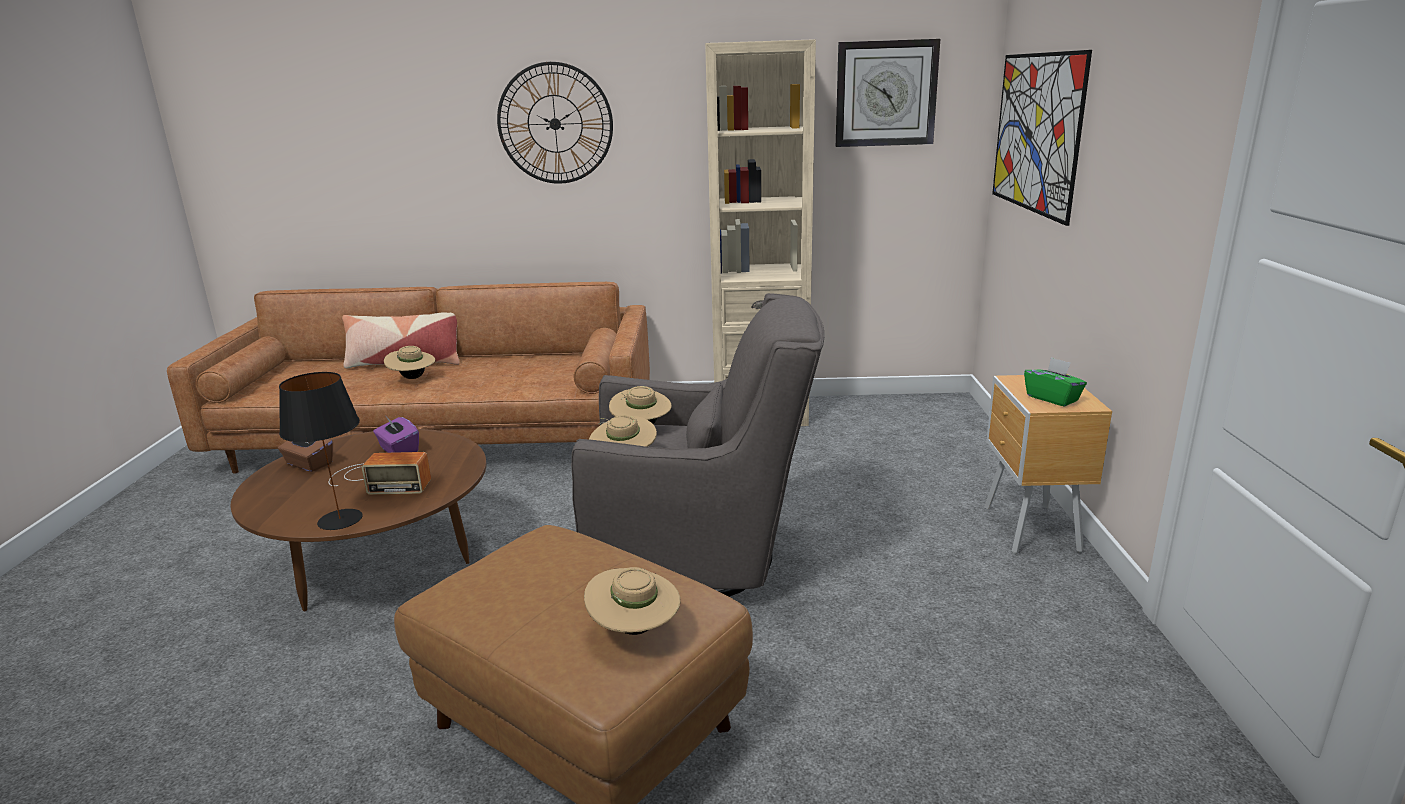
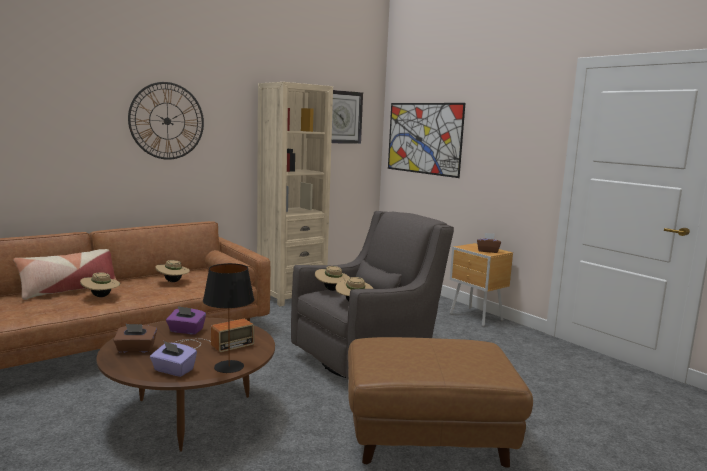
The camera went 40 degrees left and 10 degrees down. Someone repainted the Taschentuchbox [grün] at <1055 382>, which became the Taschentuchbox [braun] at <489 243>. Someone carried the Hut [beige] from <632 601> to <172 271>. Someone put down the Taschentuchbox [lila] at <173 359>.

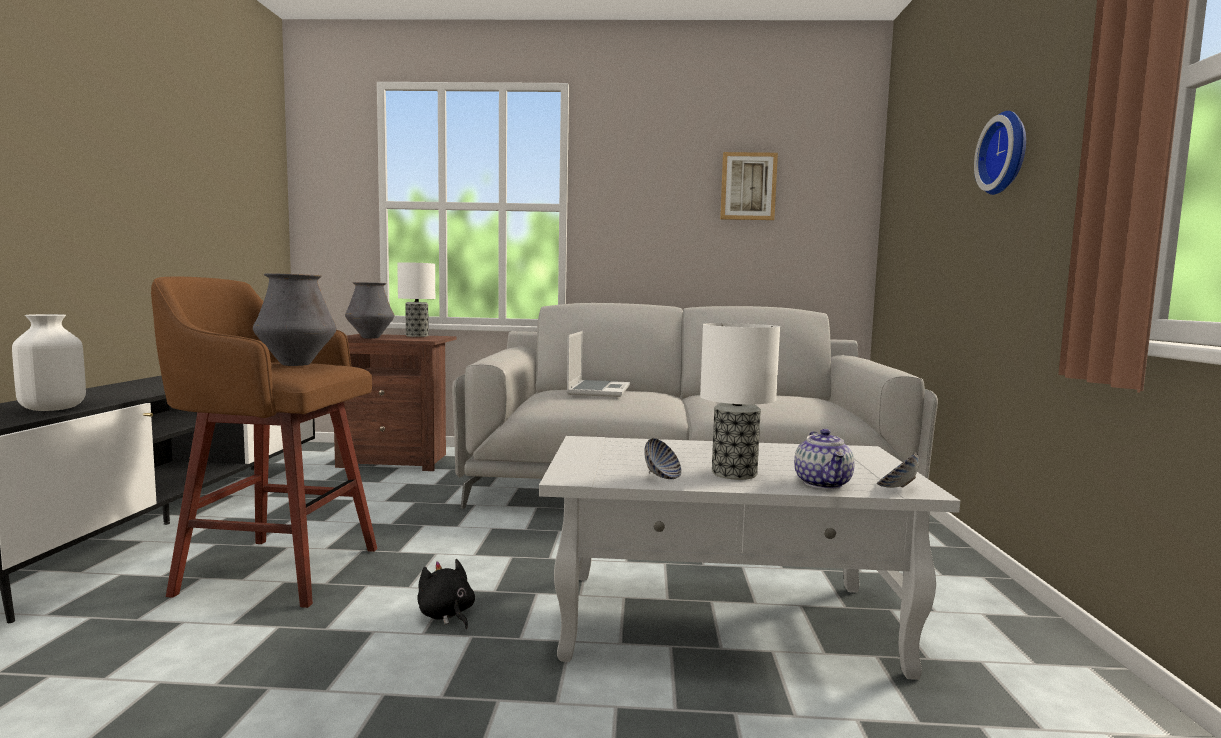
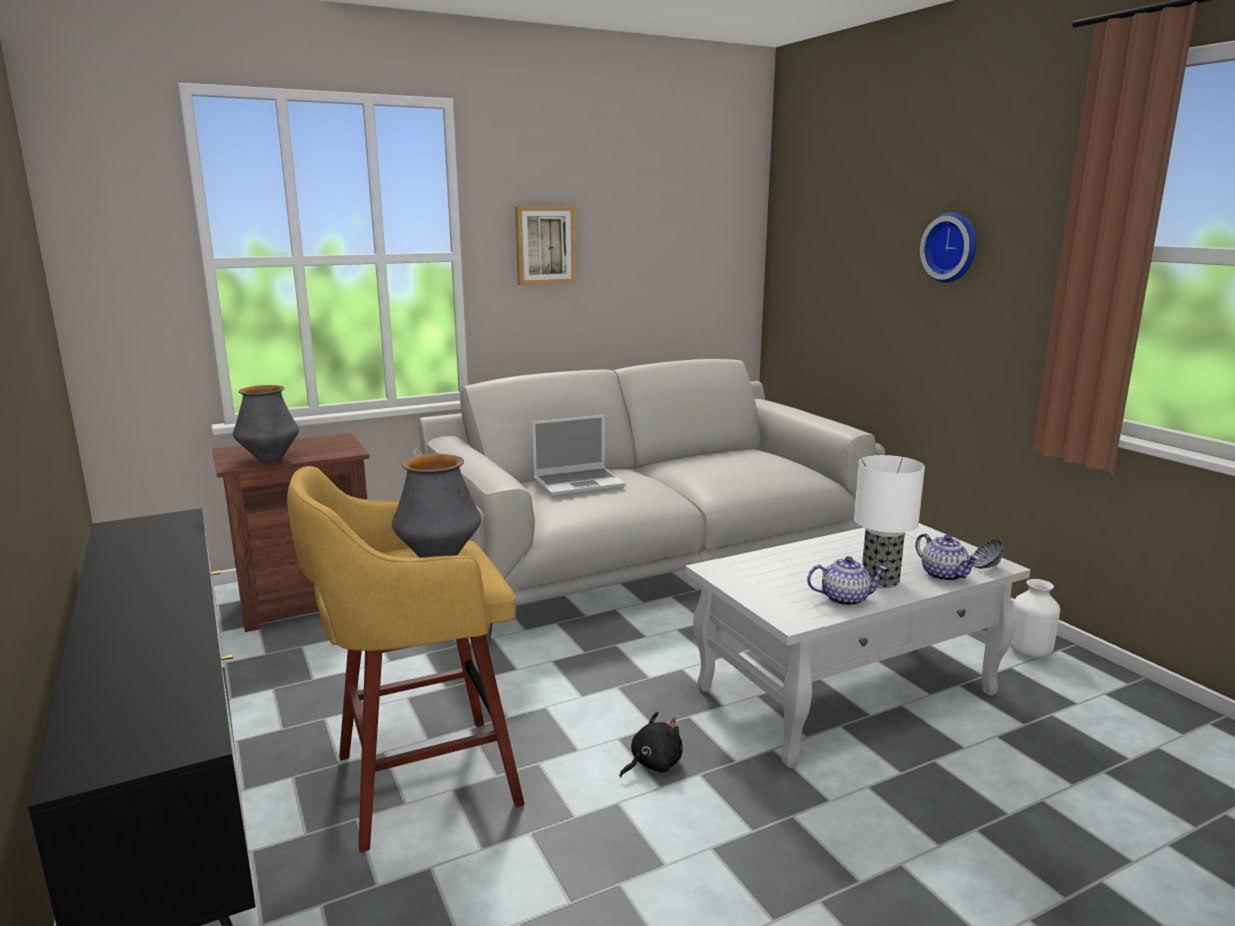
The camera went 30 degrees left and 10 degrees up. Someone carried the Bild from <749 186> to <545 245>. Someone took away the Tischlampe at <416 299>. Someone repainted the Hocker [braun] at <264 442>, which became the Hocker [gelb] at <406 659>. Someone carried the Vase [weiß] from <49 362> to <1035 618>. Someone rotated the Laptop at <598 364> by 90 degrees clockwise. Someone swapped the Schüssel at <663 458> for the Teekanne at <847 581>. Someone rotated the Plüschtier [schwarz] at <446 594> by 120 degrees clockwise.

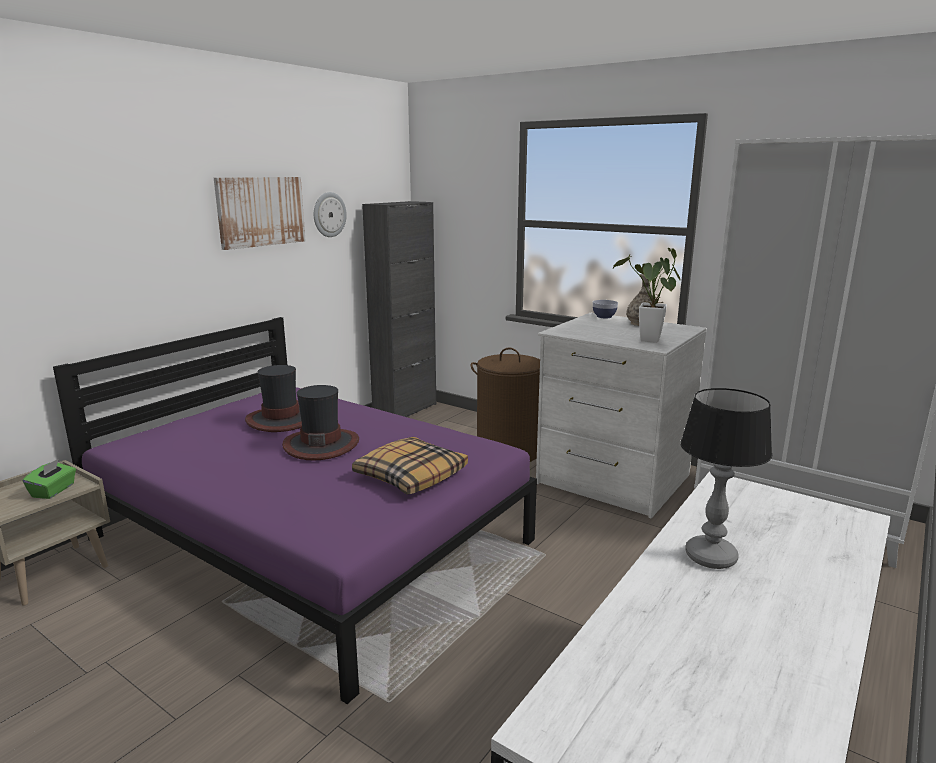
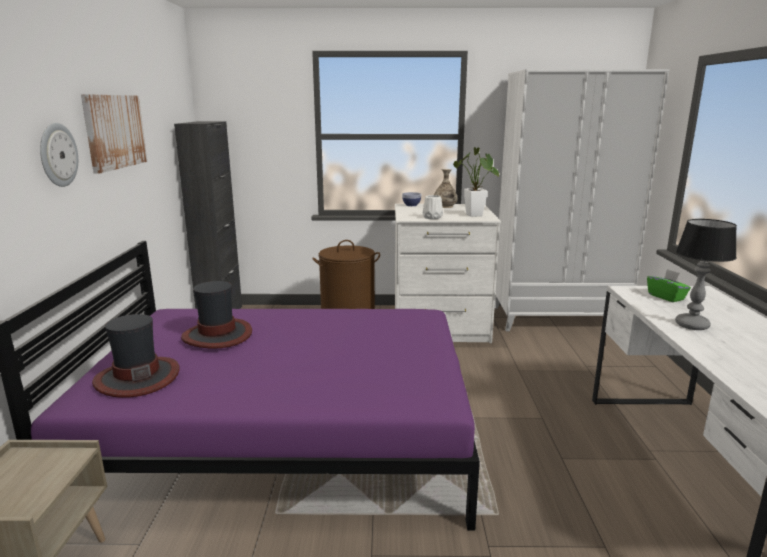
The camera went 35 degrees left and 0 degrees up. Someone carried the Wanduhr from <330 214> to <59 155>. Someone carried the Hut from <320 423> to <136 356>. Someone took away the Kissen at <410 466>. Someone carried the Taschentuchbox [grün] from <49 479> to <669 285>. Someone put down the Vase [weiß] at <433 207>.

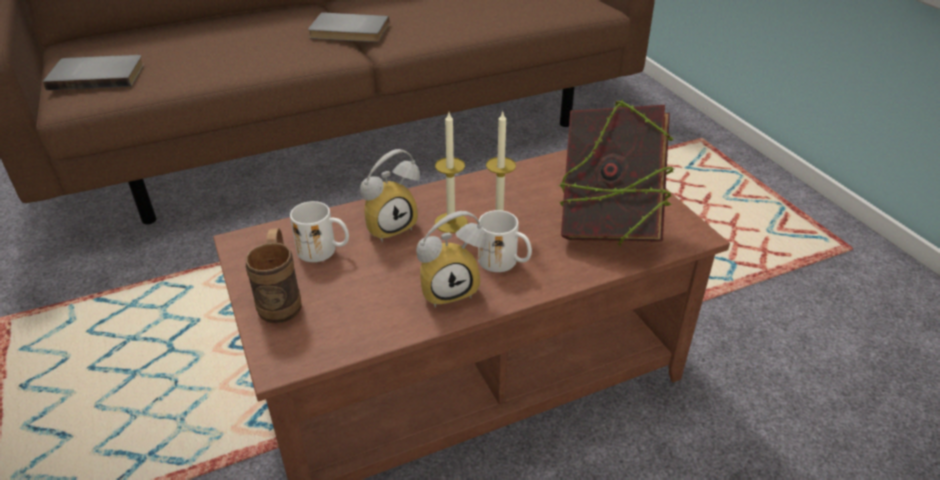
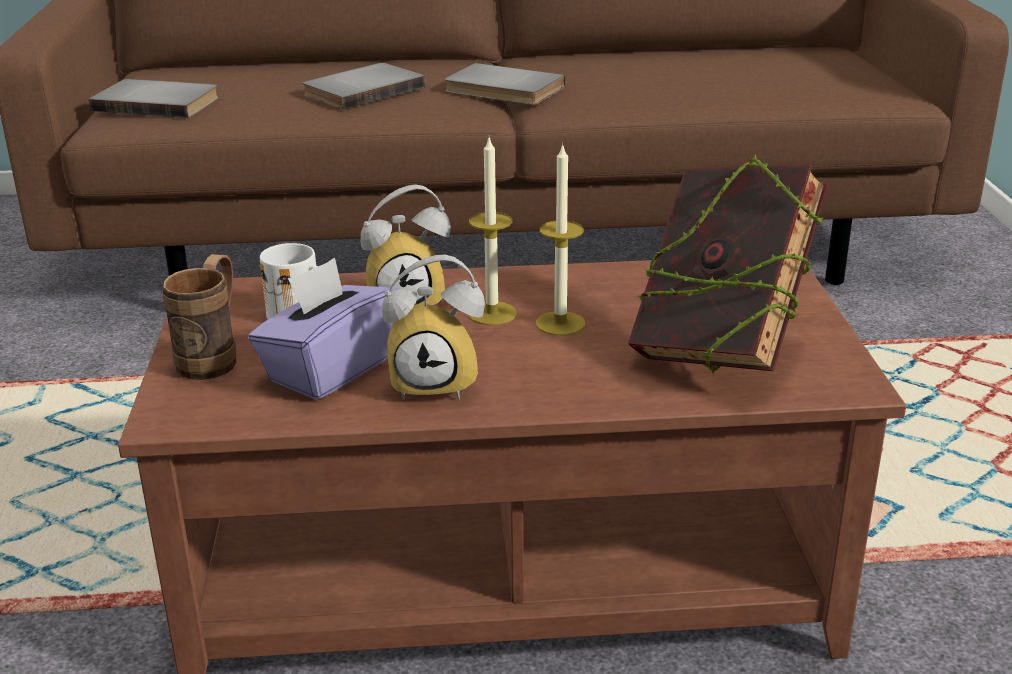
The camera went 20 degrees right and 10 degrees down. Someone took away the Henkelbecher [weiß] at <505 241>. Someone put down the Buch [grau] at <364 86>. Someone put down the Taschentuchbox [lila] at <324 329>.

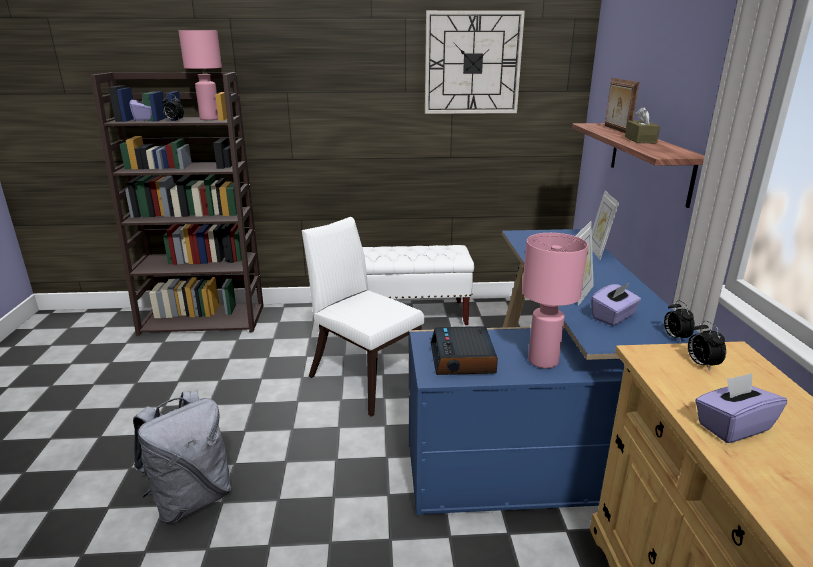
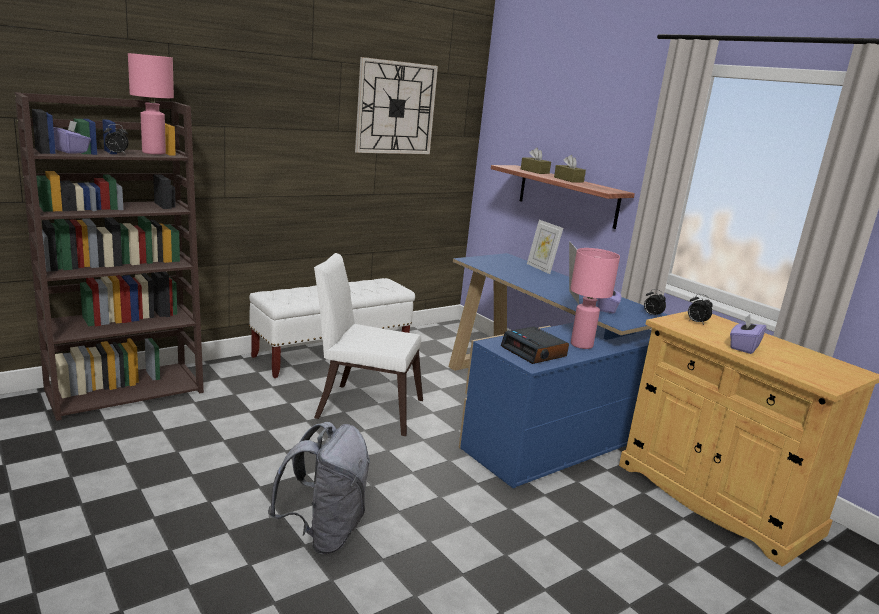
The camera went 35 degrees left and 5 degrees down. Someone swapped the Bilderrahmen at <622 105> for the Taschentuchbox [braun] at <536 161>.

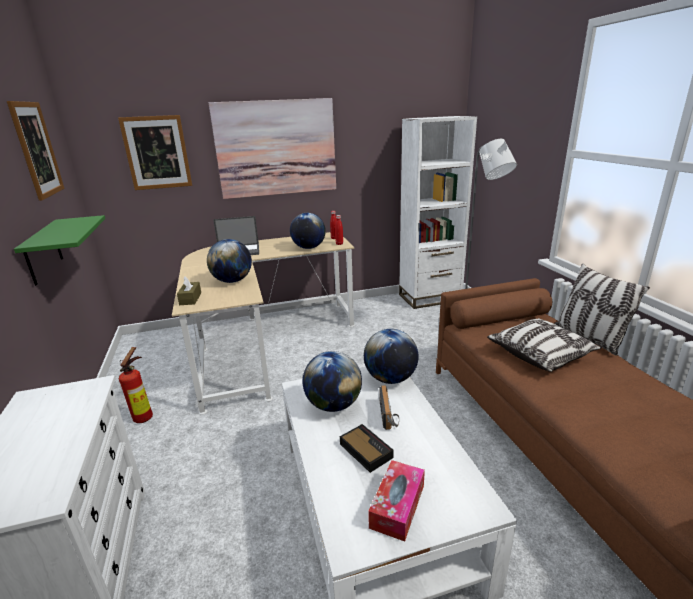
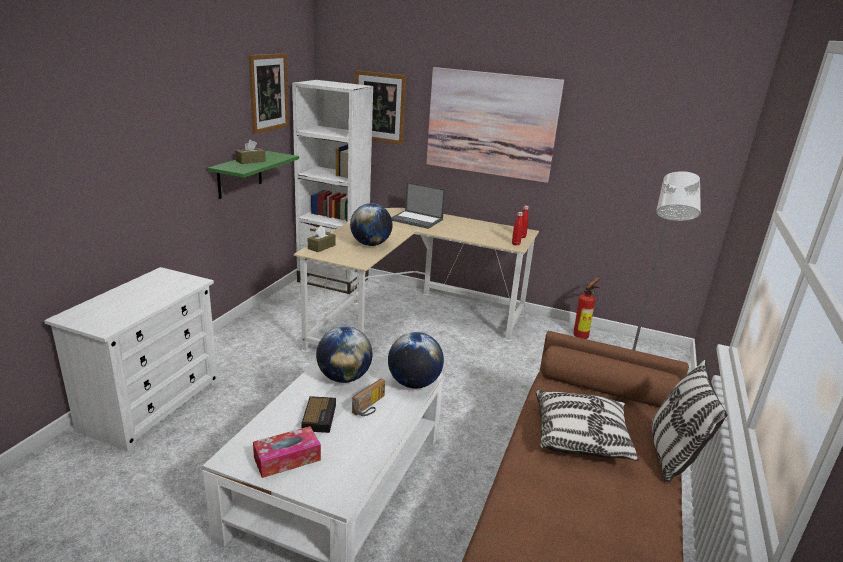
The camera went 35 degrees right and 0 degrees up. Someone carried the Bücherregal [weiß] from <438 212> to <333 187>. Someone took away the Globus at <308 231>. Someone carried the Feuerlöscher from <136 385> to <586 308>. Someone put down the Taschentuchbox [braun] at <250 152>.

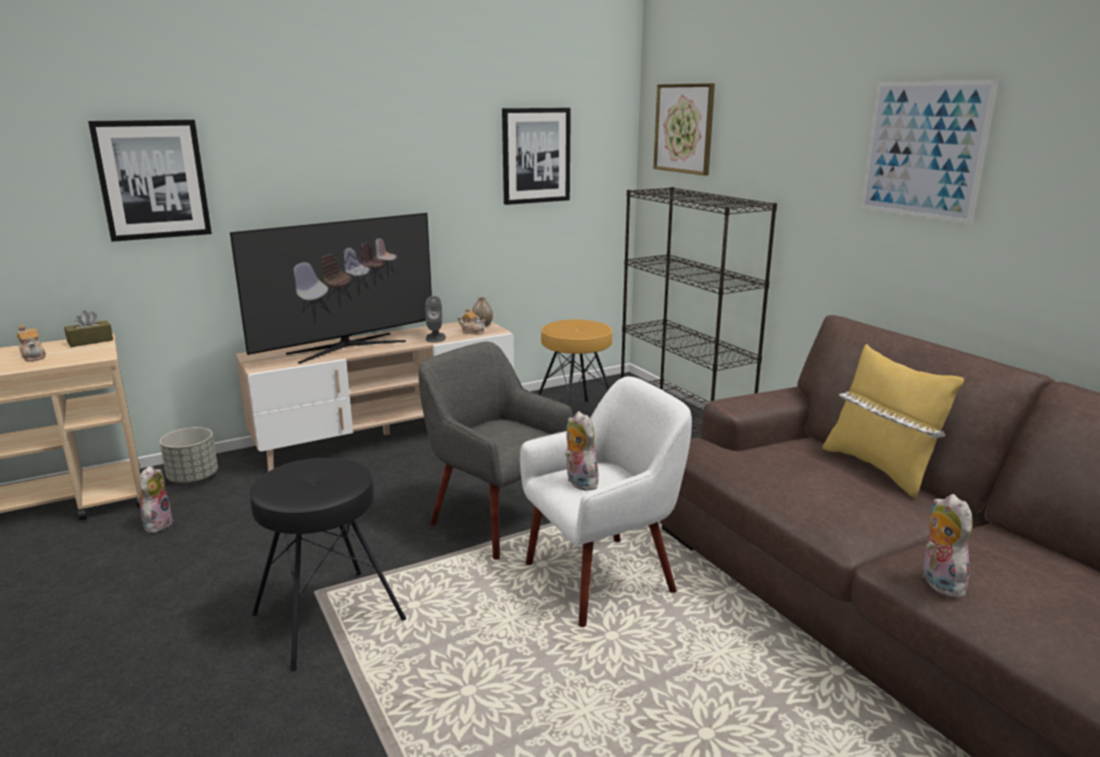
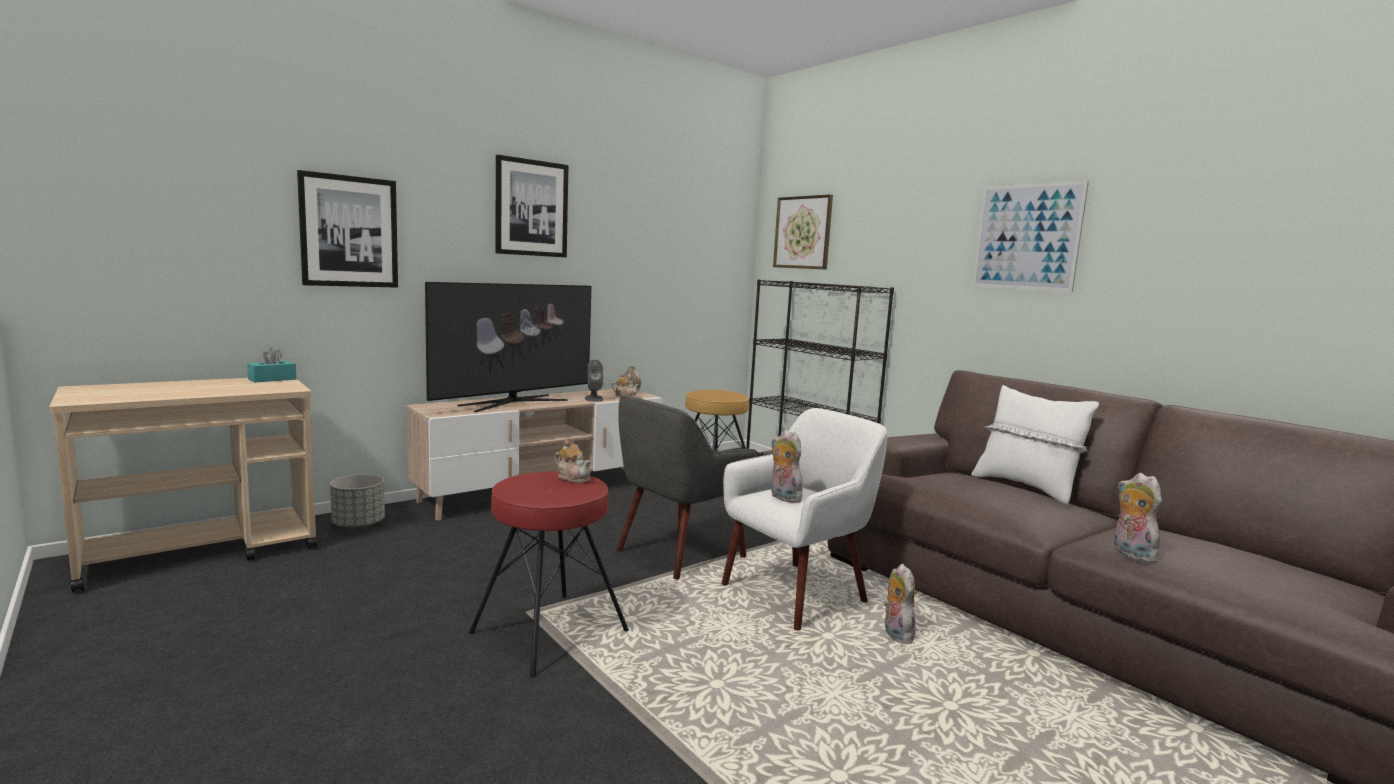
The camera went 10 degrees left and 10 degrees down. Someone carried the Bild from <536 156> to <532 206>. Someone repainted the Taschentuchbox [braun] at <88 328>, which became the Taschentuchbox [türkis] at <272 364>. Someone carried the Teekanne from <31 343> to <573 461>. Someone rotated the Sessel [grau] at <496 451> by 75 degrees counterclockwise. Someone repainted the Kissen [gelb] at <893 421>, which became the Kissen [weiß] at <1035 445>. Someone repainted the Hocker [schwarz] at <328 565>, which became the Hocker [rot] at <549 574>. Someone carried the Plüschtier from <155 499> to <899 604>.

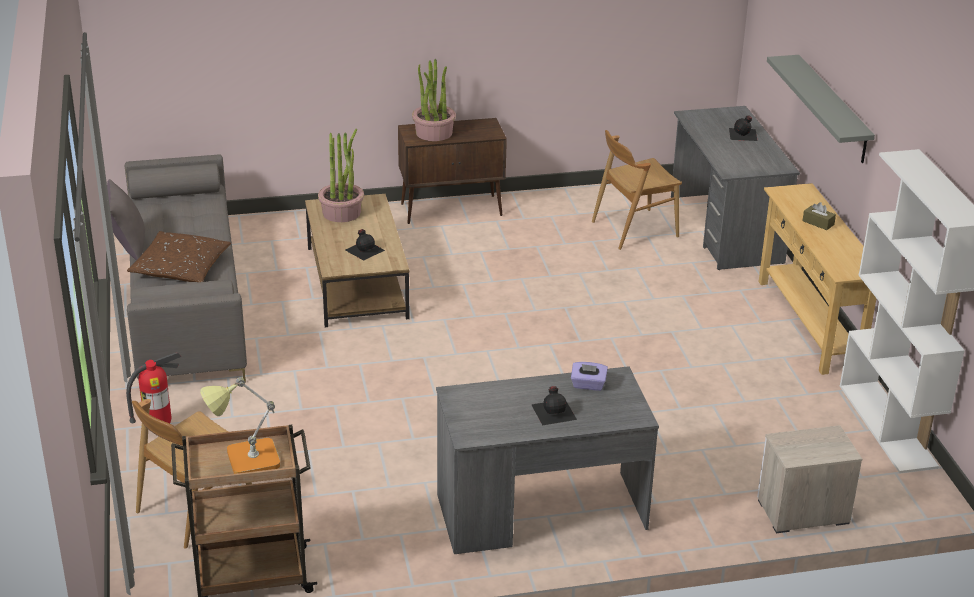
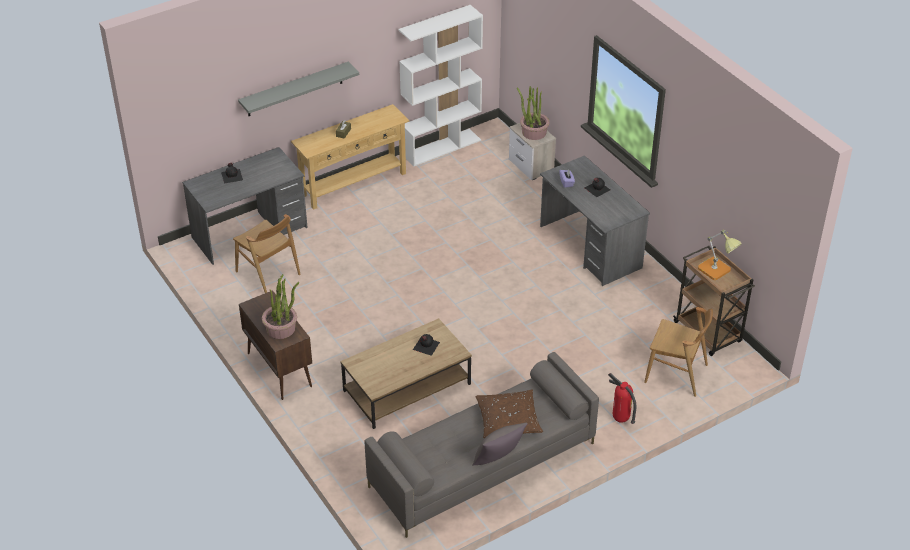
The camera went 110 degrees left and 10 degrees up. Someone carried the Topfpflanze from <341 175> to <533 113>.

